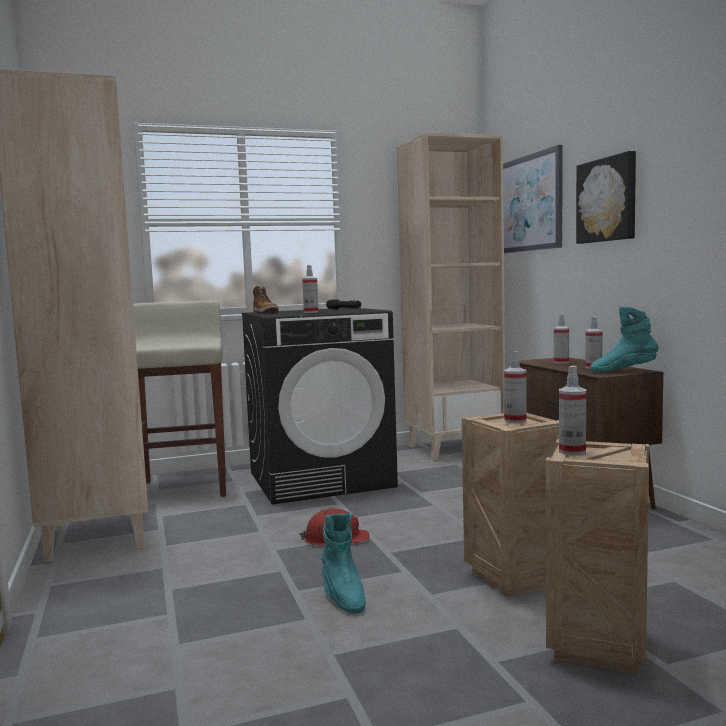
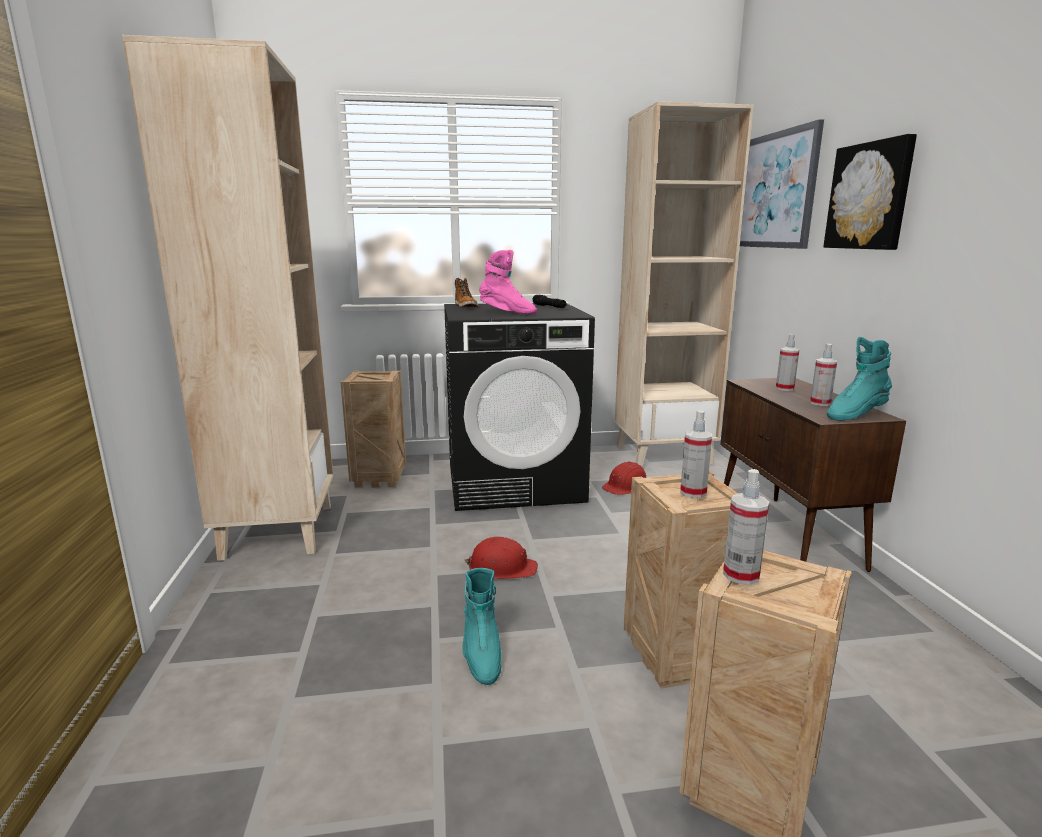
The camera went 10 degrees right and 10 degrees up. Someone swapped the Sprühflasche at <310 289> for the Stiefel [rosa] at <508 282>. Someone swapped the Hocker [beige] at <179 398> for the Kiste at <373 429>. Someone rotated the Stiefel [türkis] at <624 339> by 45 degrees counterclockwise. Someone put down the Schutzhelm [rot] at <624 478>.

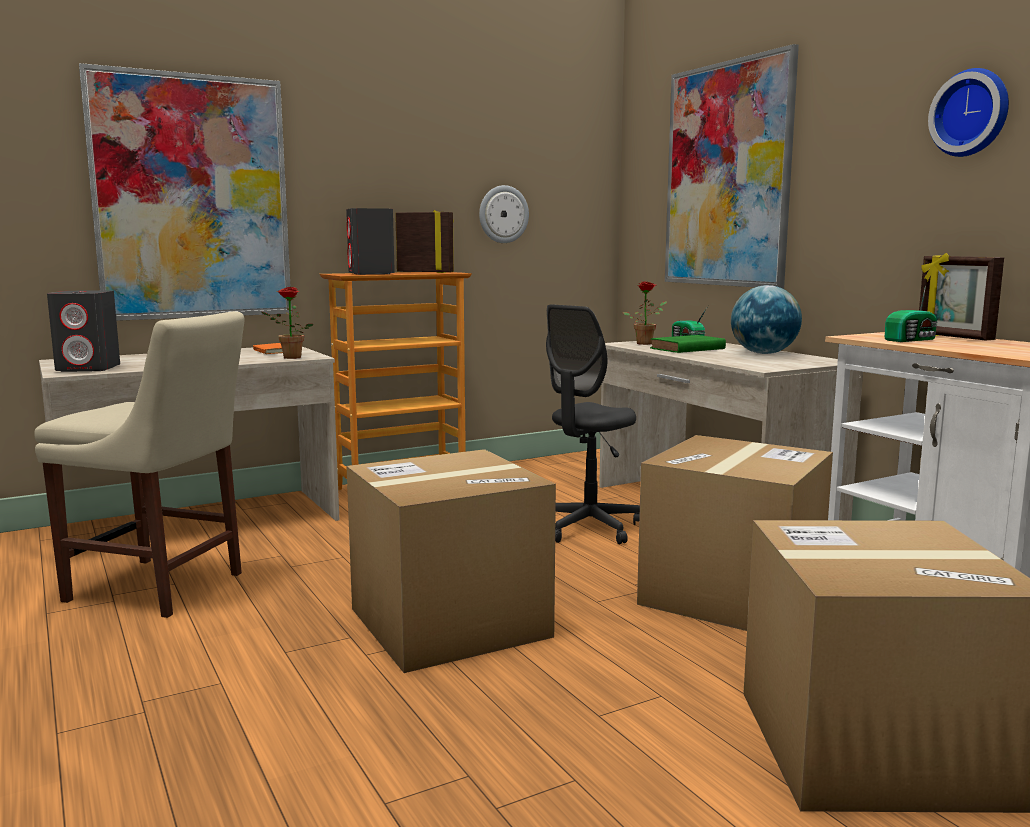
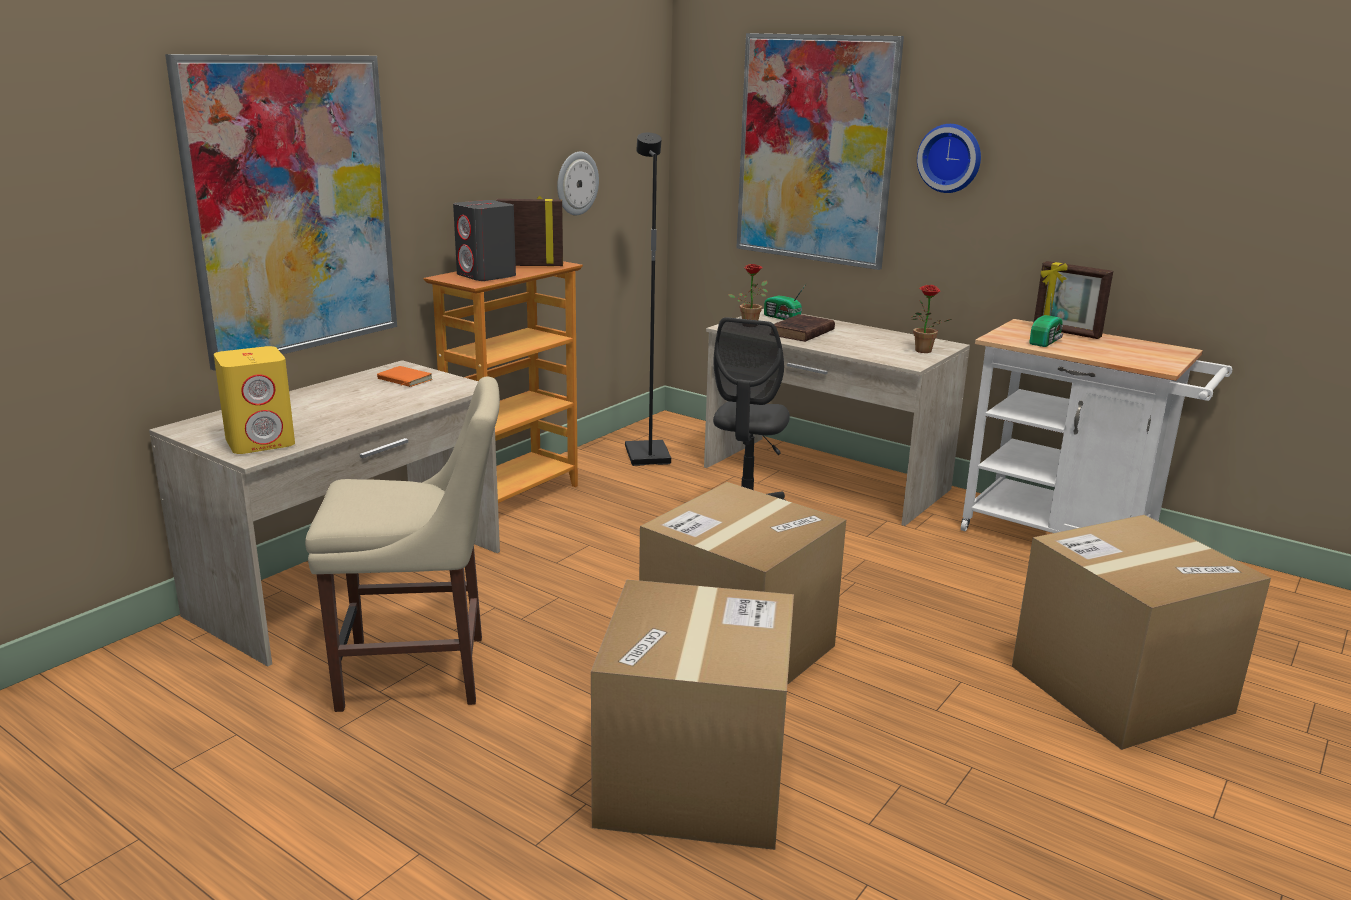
The camera went 25 degrees left and 10 degrees up. Someone carried the Wanduhr from <968 112> to <949 158>. Someone took away the Globus at <766 319>. Someone carried the Topfpflanze from <287 323> to <932 319>. Someone repainted the Lautsprecher [grau] at <83 331>, which became the Lautsprecher [gelb] at <254 400>. Someone repainted the Buch [grün] at <688 344>, which became the Buch [braun] at <804 328>. Someone carried the Karton from <735 533> to <692 714>. Someone put down the Stehlampe [schwarz] at <648 299>.

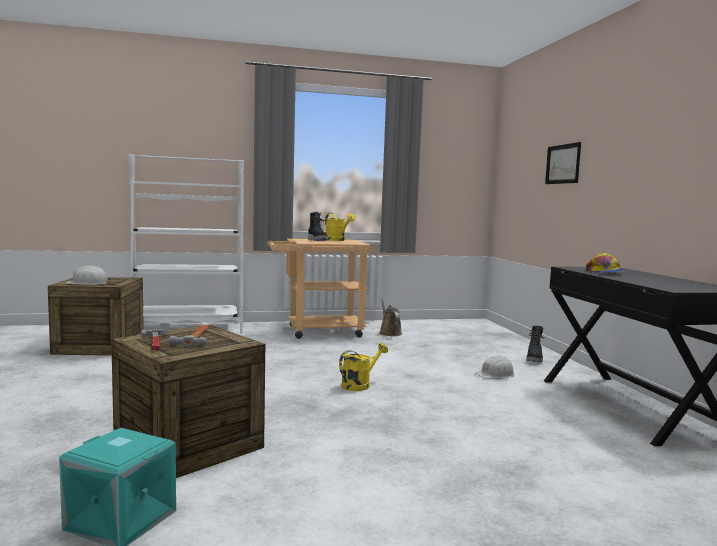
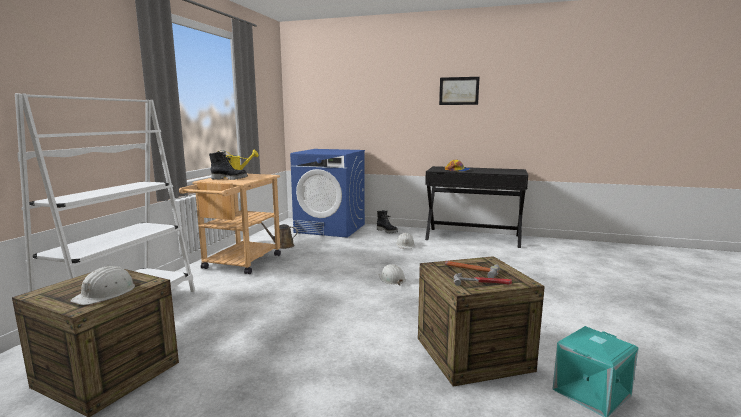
The camera went 60 degrees left and 5 degrees up. Someone carried the Bild from <563 163> to <459 91>. Someone swapped the Gießkanne [gelb] at <363 367> for the Schutzhelm [weiß] at <392 274>. Someone put down the Waschmaschine [blau] at <327 193>.

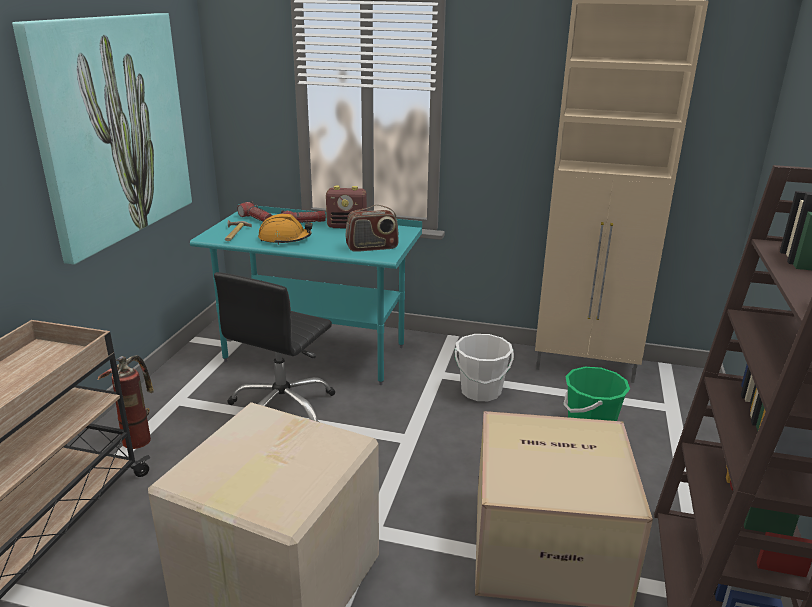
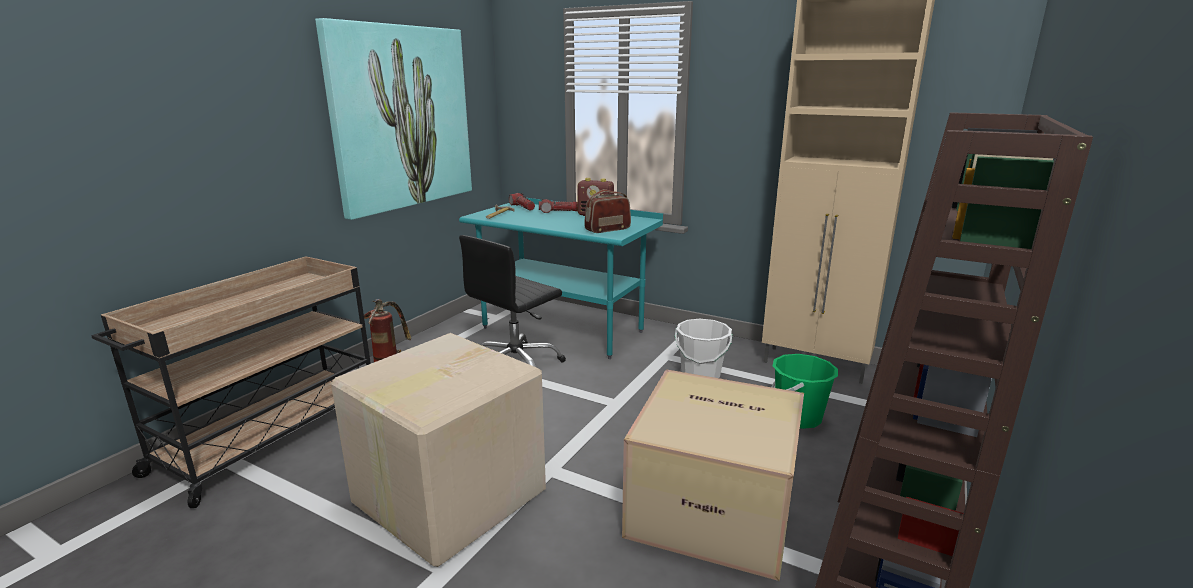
The camera went 15 degrees right and 5 degrees down. Someone rotated the Radio at <372 228> by 150 degrees clockwise. Someone took away the Schutzhelm [orange] at <285 229>.

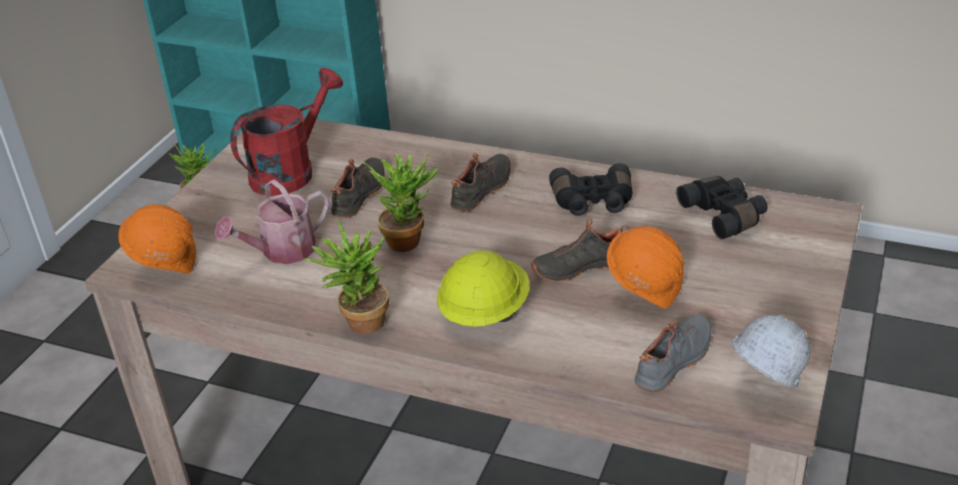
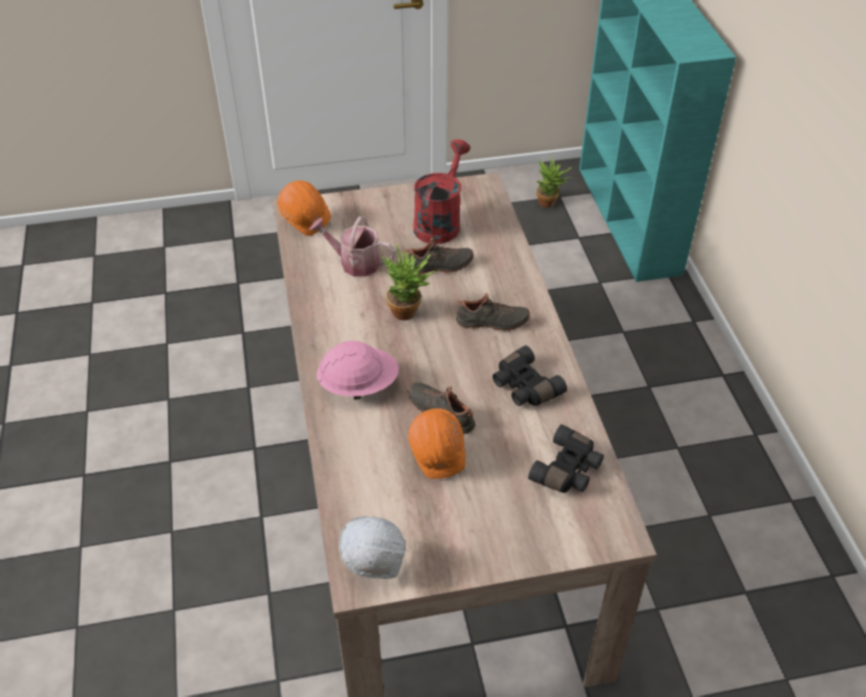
The camera went 55 degrees right and 10 degrees up. Someone rotated the Gießkanne [rot] at <286 132> by 75 degrees counterclockwise. Someone took away the Topfpflanze at <346 277>. Someone repainted the Schutzhelm [gelb] at <483 288>, which became the Schutzhelm [rosa] at <358 370>. Someone took away the Schuh [grau] at <673 353>.

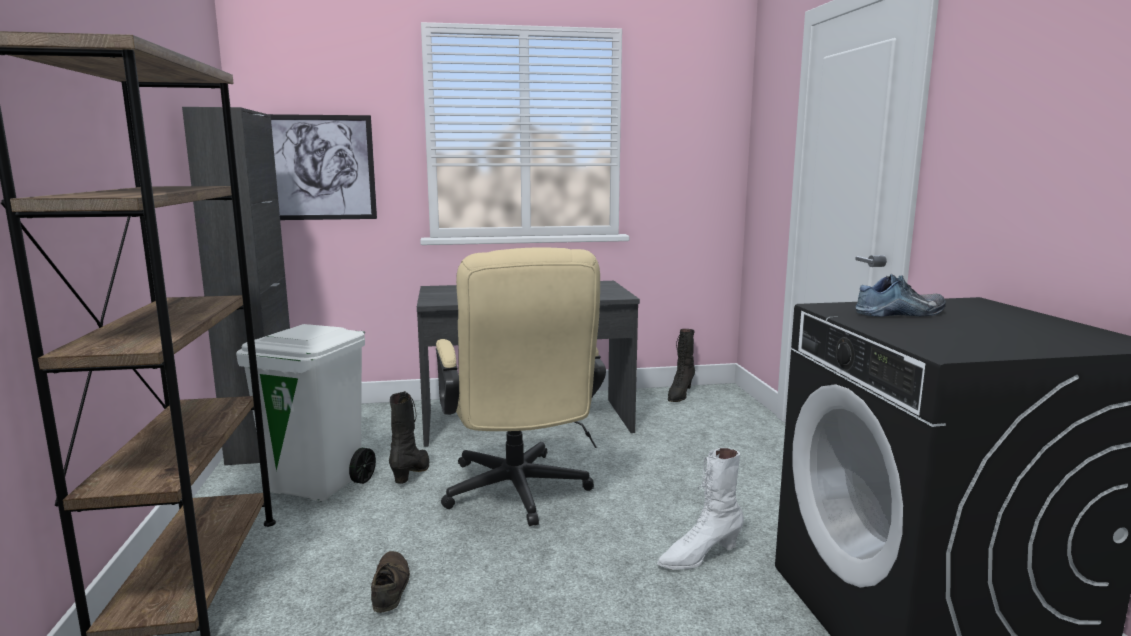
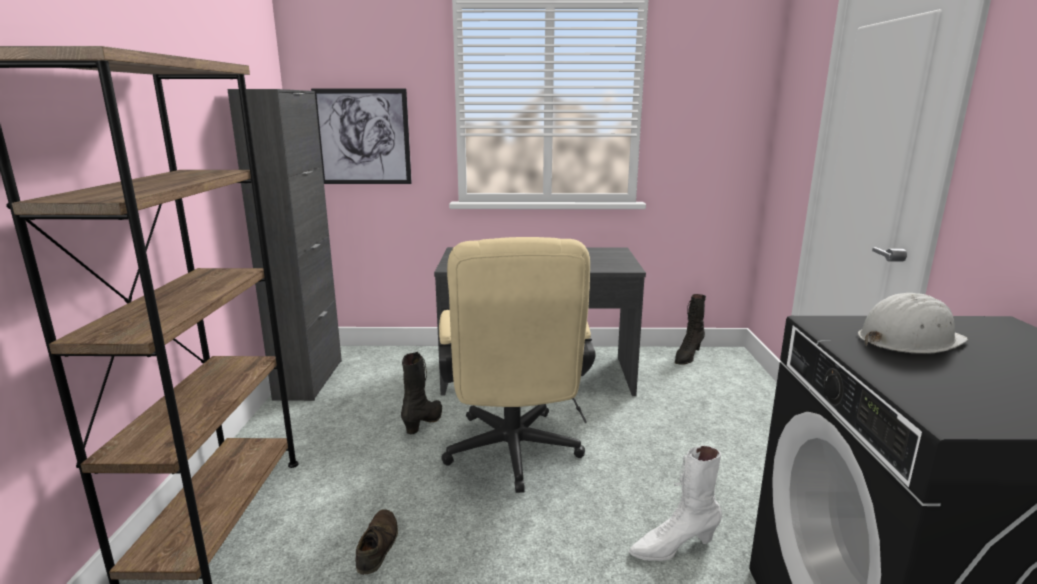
The camera went 10 degrees right and 5 degrees up. Someone swapped the Schuh at <901 295> for the Schutzhelm [weiß] at <913 323>. Someone took away the Mülleimer [weiß] at <306 412>.

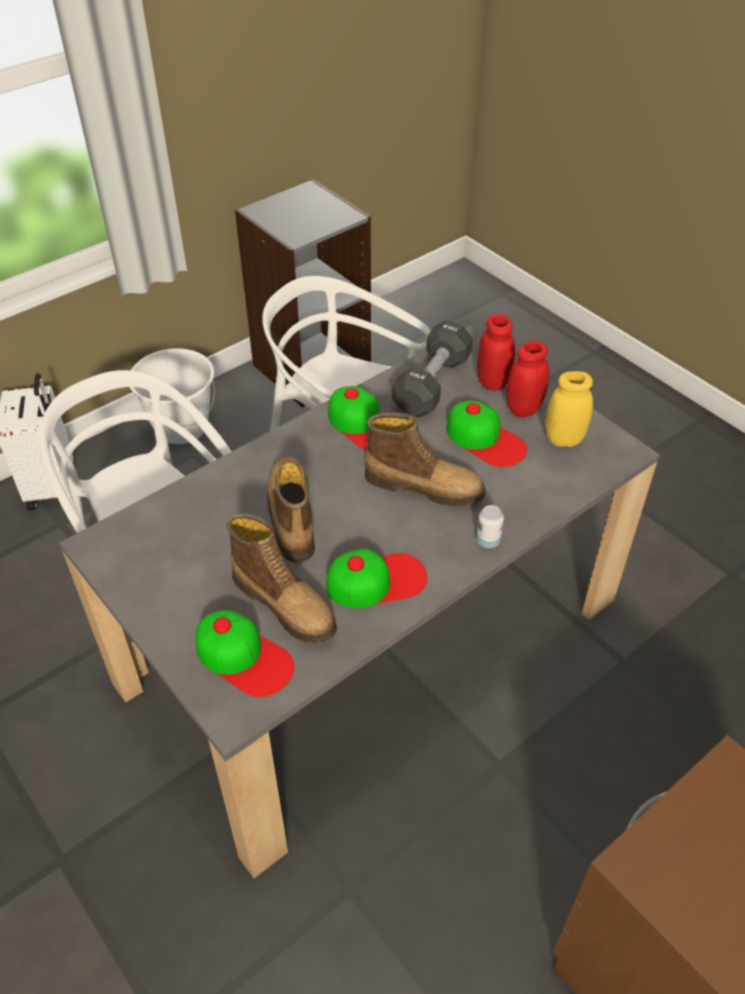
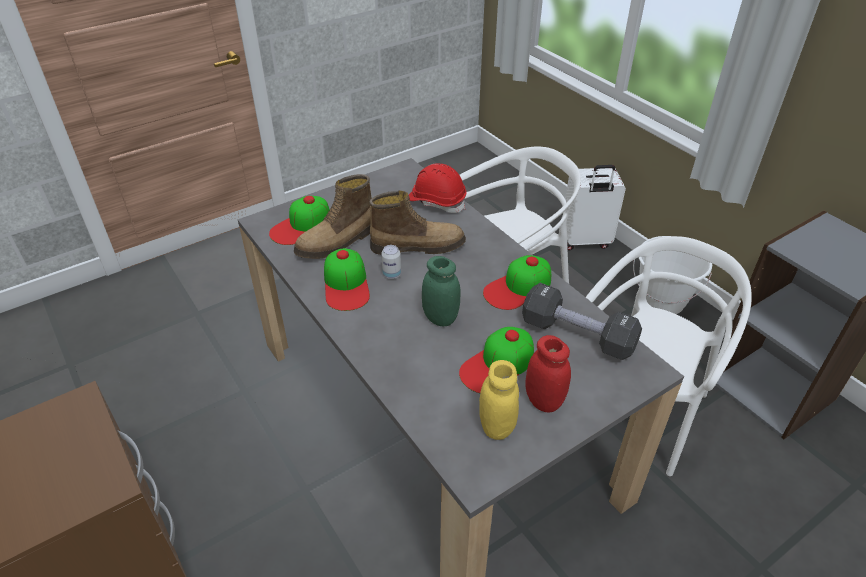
The camera went 95 degrees right and 5 degrees down. Someone took away the Vorratsglas [rot] at <496 352>. Someone swapped the Stiefel at <425 459> for the Vorratsglas [grün] at <441 291>. Someone carried the Dose from <490 526> to <391 262>. Someone put down the Schutzhelm [rot] at <438 188>.

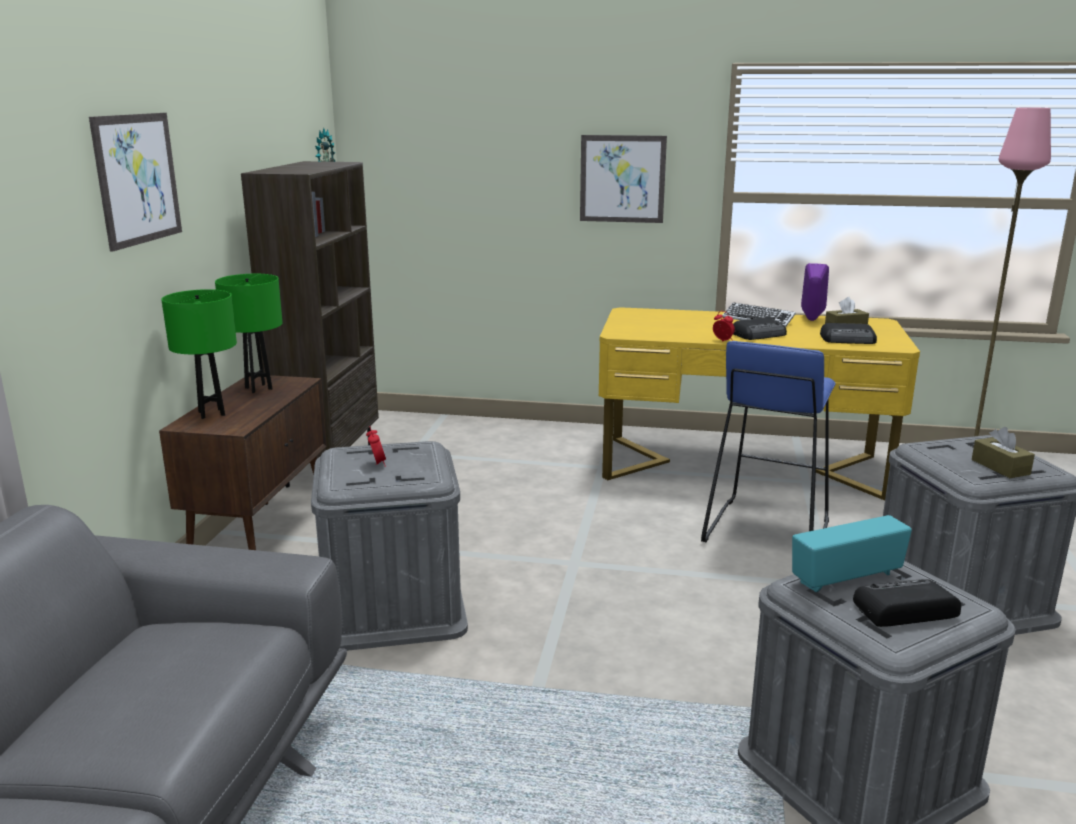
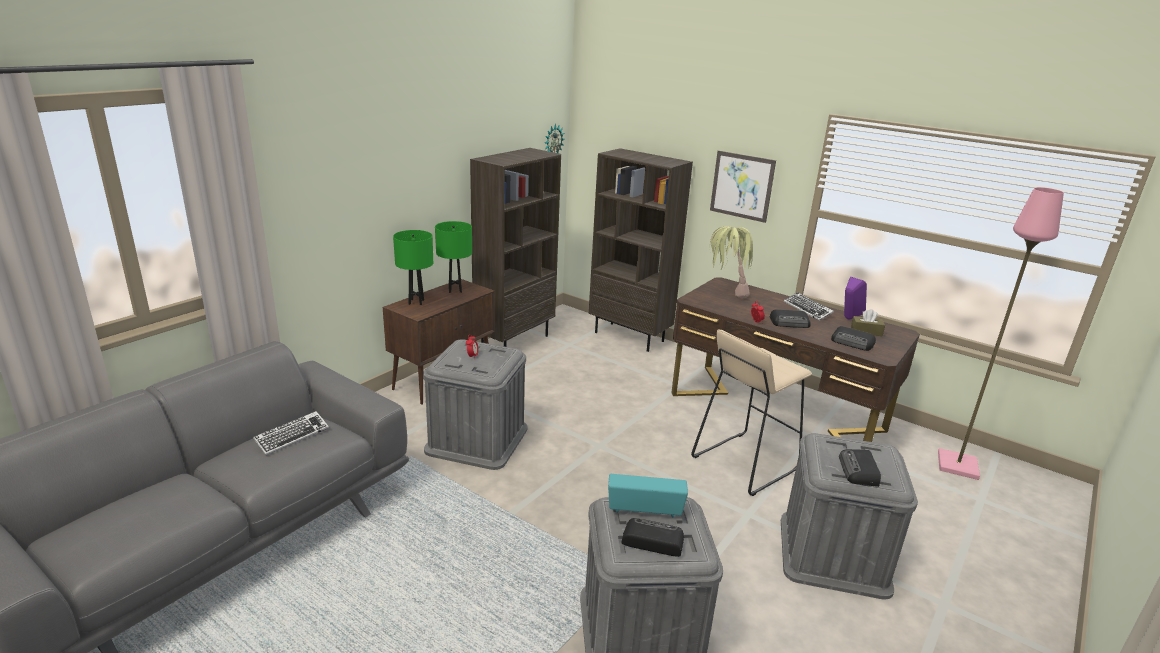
The camera went 25 degrees right and 5 degrees up. Someone took away the Bild at <135 182>. Someone repainted the Schreibtisch [gelb] at <759 403>, which became the Schreibtisch [braun] at <795 359>. Someone repainted the Hocker [blau] at <768 441>, which became the Hocker [beige] at <751 412>. Someone swapped the Taschentuchbox [braun] at <1003 452> for the Radio at <860 468>. Someone put down the Bücherregal [braun] at <641 250>. Someone put down the Topfpflanze at <731 262>. Someone put down the Tastatur at <291 433>.

